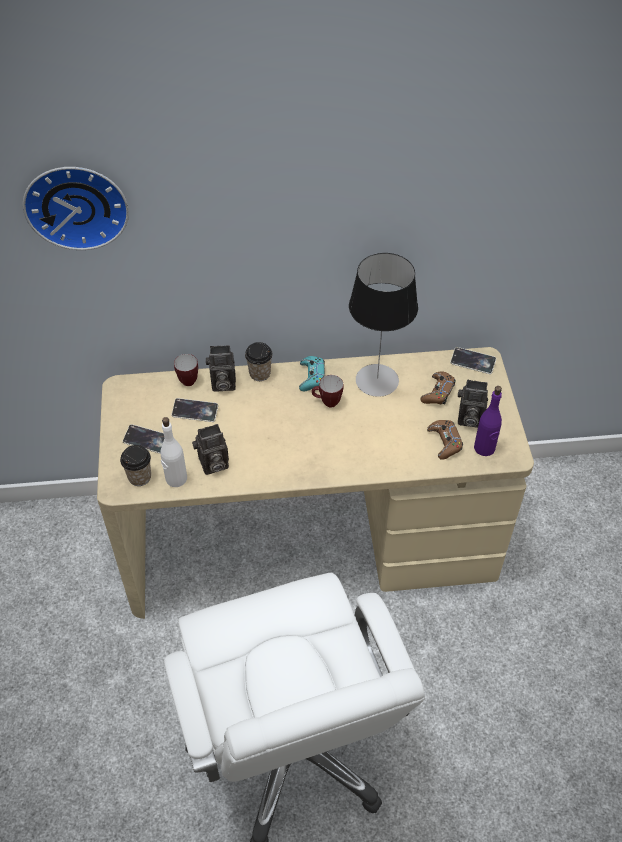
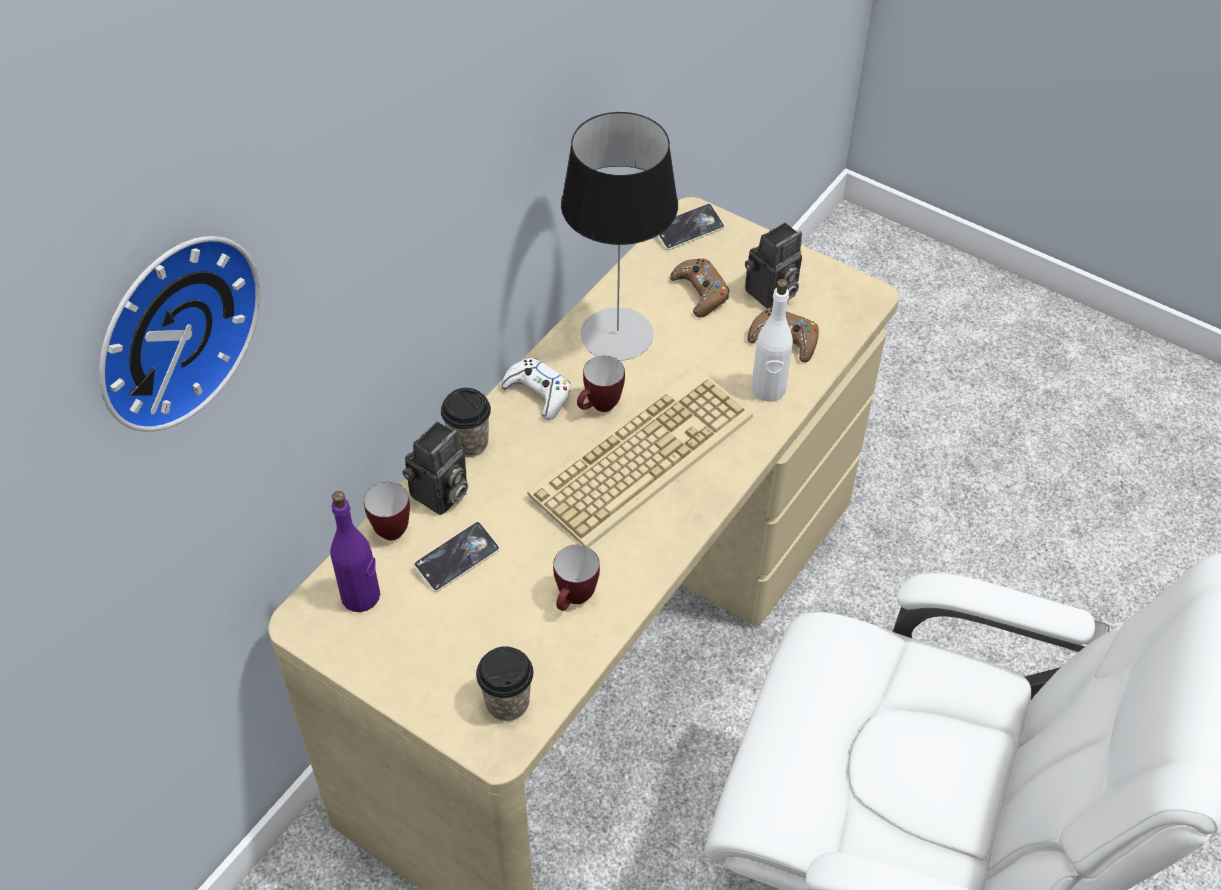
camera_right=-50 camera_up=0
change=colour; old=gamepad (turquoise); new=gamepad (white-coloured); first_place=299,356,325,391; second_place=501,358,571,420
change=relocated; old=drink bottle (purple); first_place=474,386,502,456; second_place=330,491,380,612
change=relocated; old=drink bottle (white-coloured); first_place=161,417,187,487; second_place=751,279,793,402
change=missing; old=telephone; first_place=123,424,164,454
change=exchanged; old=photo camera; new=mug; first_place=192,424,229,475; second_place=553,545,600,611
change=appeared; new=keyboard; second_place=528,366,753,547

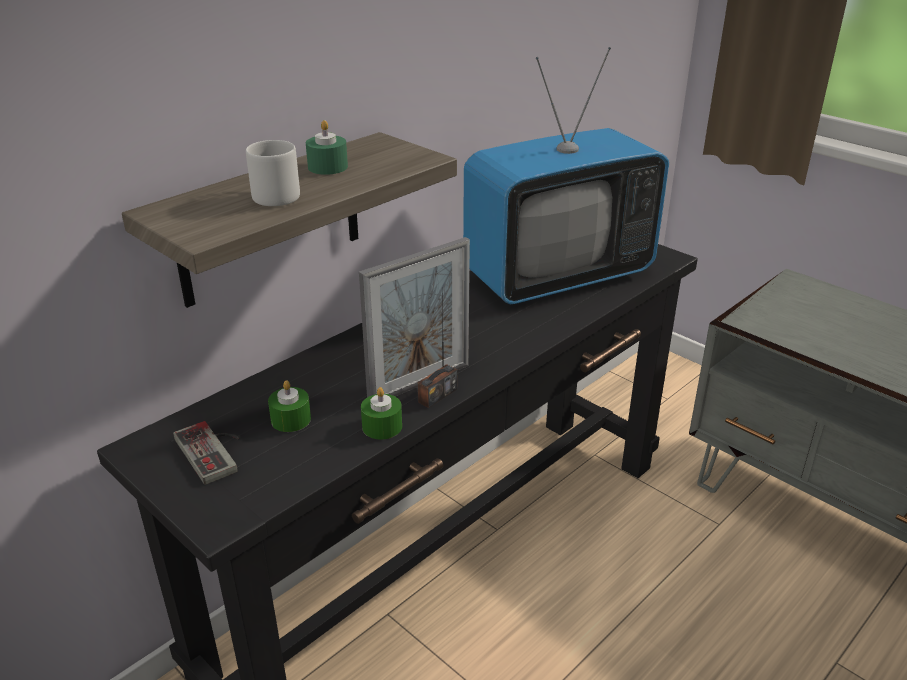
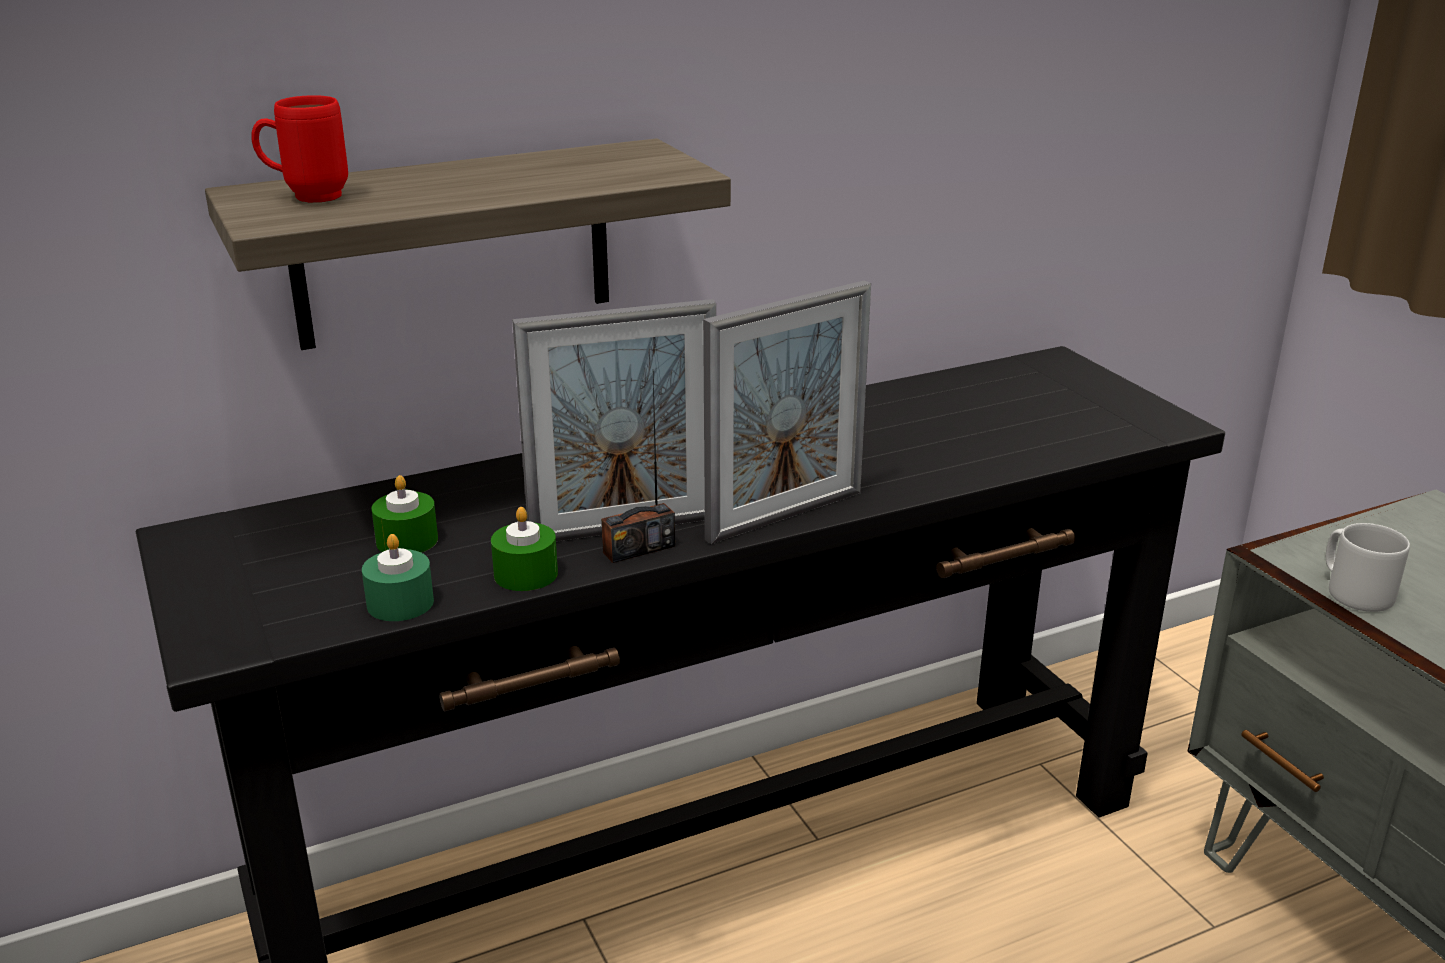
camera_right=20 camera_up=-5
change=missing; old=television; first_place=463,47,669,304
change=relocated; old=wax light (greenish); first_place=306,120,348,175; second_place=362,534,434,621
change=relocated; old=mug (grey); first_place=246,140,300,206; second_place=1326,523,1410,612
change=missing; old=gamepad; first_place=173,421,239,485
change=appeared; new=mug (red); second_place=251,95,348,202
change=appeared; new=photo frame; second_place=703,280,871,545

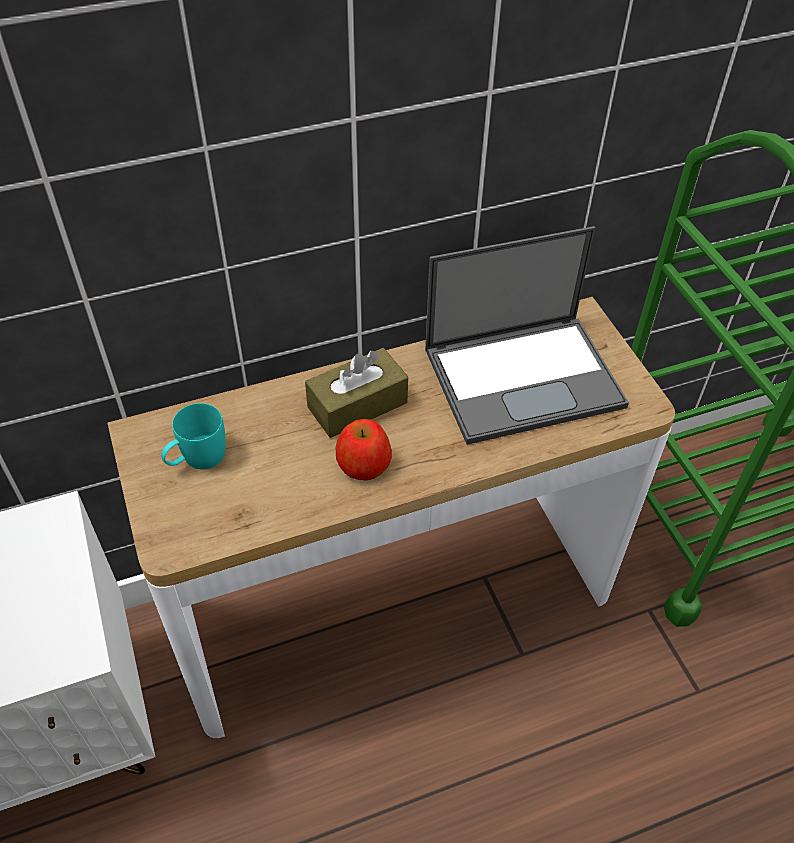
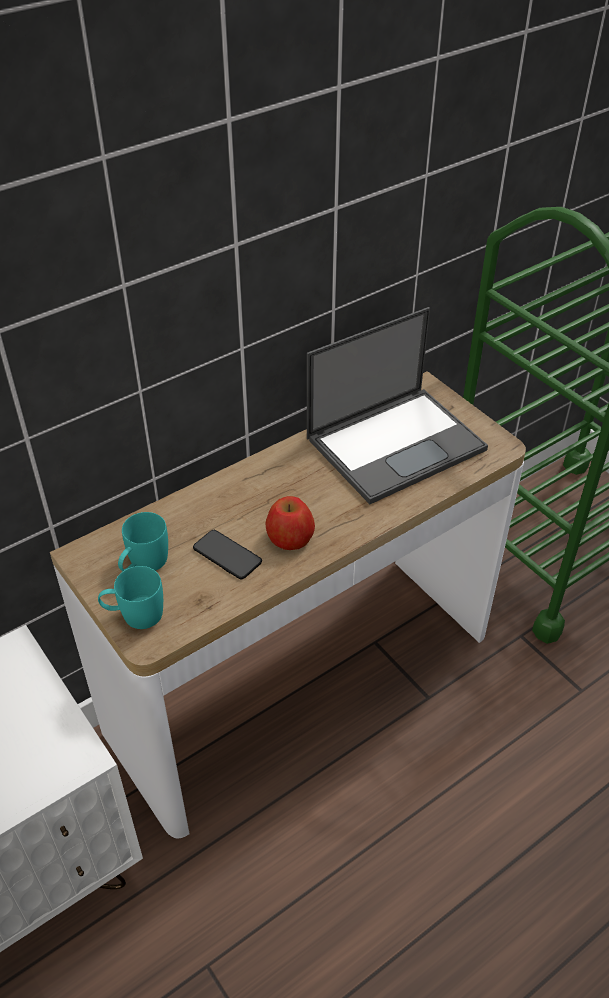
camera_right=-15 camera_up=-5
change=missing; old=tissue box (brown-coloured); first_place=305,348,408,438
change=appeared; new=telephone; second_place=193,530,262,579
change=appeared; new=mug (turquoise); second_place=98,566,163,629

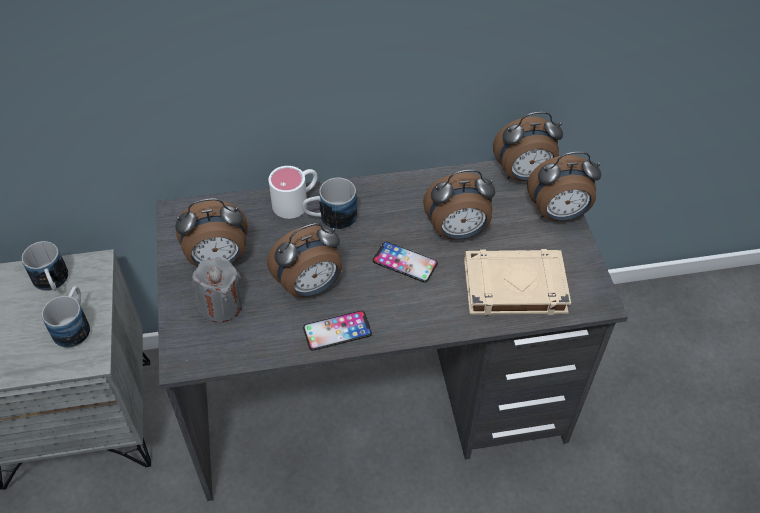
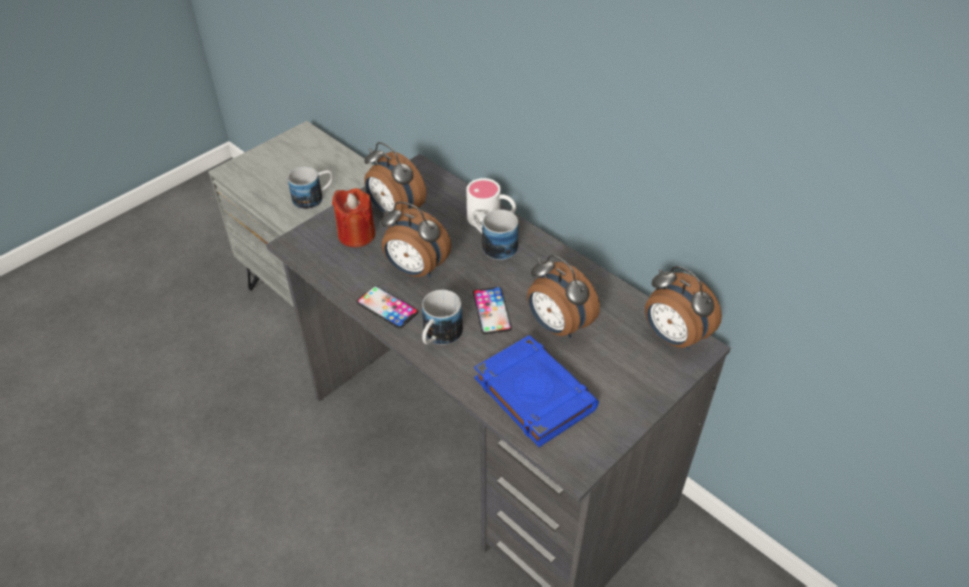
camera_right=55 camera_up=-5
change=missing; old=alarm clock; first_place=527,152,602,221
change=relocated; old=mug; first_place=22,241,68,291; second_place=422,290,463,345
change=colour; old=volume (sand-coloured); new=volume (blue); first_place=464,249,571,316; second_place=474,335,599,447
change=colour; old=wax light (grey); new=wax light (red); first_place=192,257,242,322; second_place=332,188,375,248

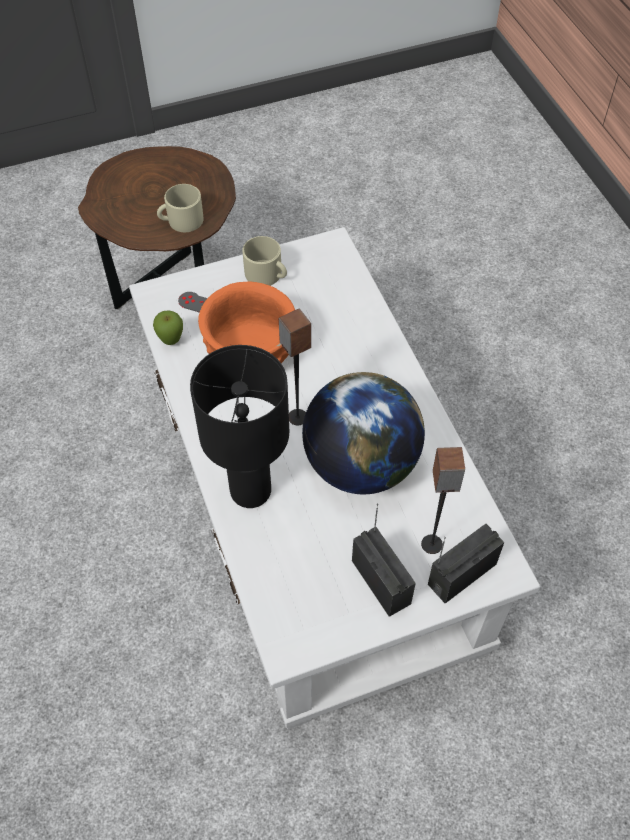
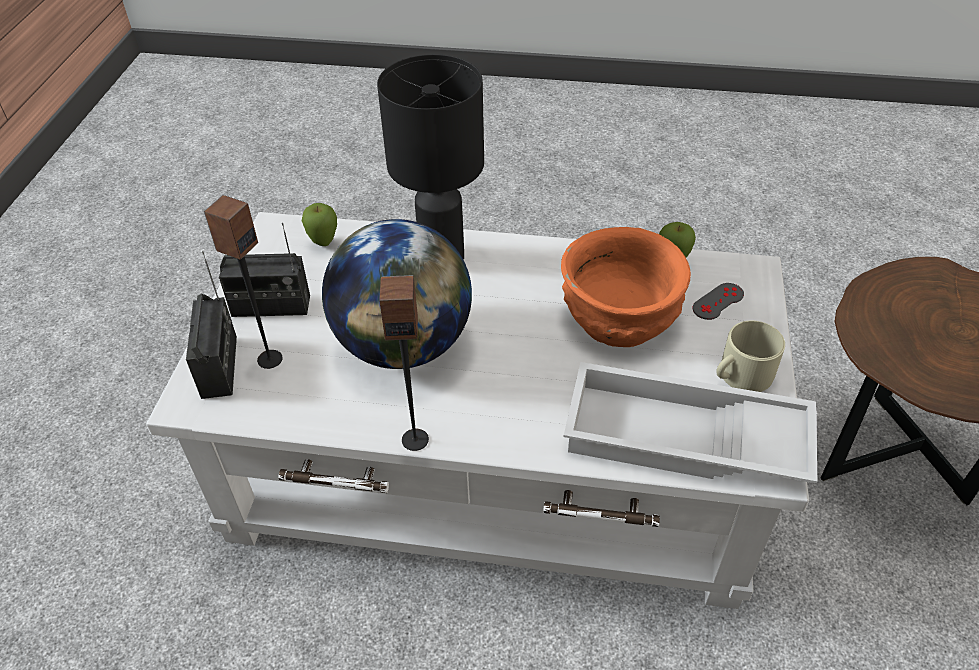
camera_right=120 camera_up=-10
change=missing; old=mug (sand-coloured); first_place=157,184,203,232
change=relocated; old=speaker; first_place=279,308,311,426; second_place=379,275,429,451
change=appeared; new=apple fruit; second_place=302,203,337,246
change=appeared; new=serving tray (white-coloured); second_place=564,362,817,483

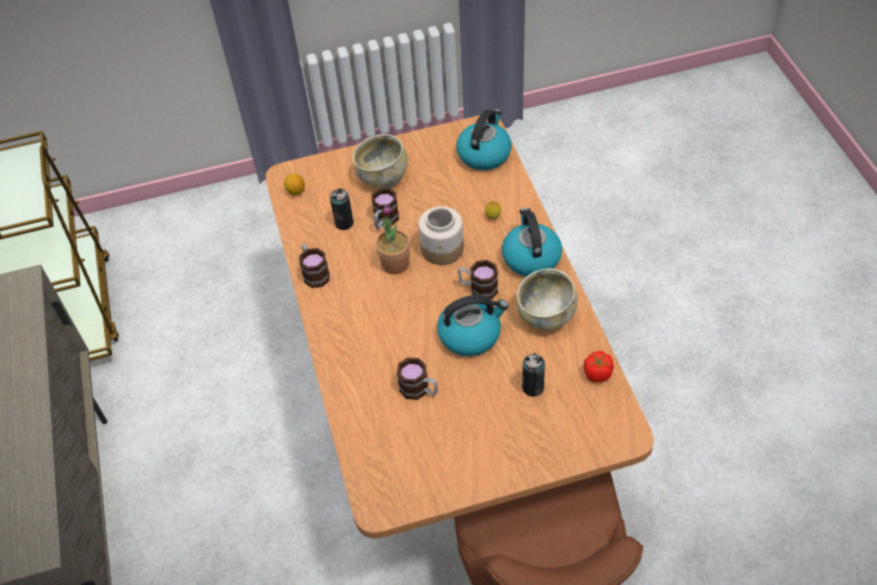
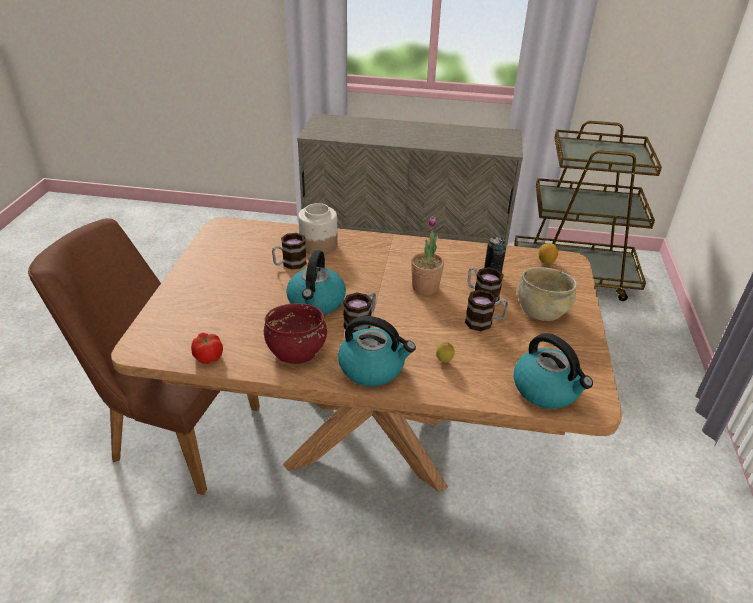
camera_right=110 camera_up=-15
change=relocated; old=preserve jar; first_place=419,206,464,265; second_place=298,203,338,255
change=relocated; old=mug; first_place=299,244,330,288; second_place=465,290,508,331
change=colour; old=deep dish (sand-coloured); new=deep dish (red); first_place=517,268,578,331; second_place=264,303,327,364
change=missing; old=sealed can; first_place=522,353,545,397

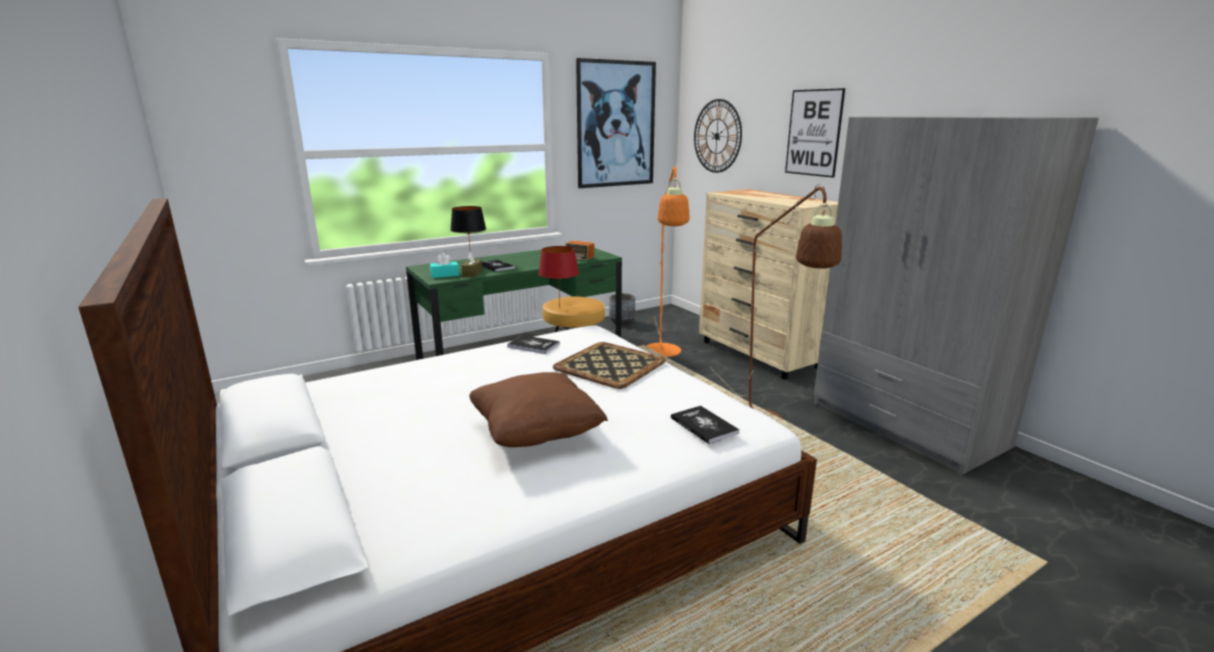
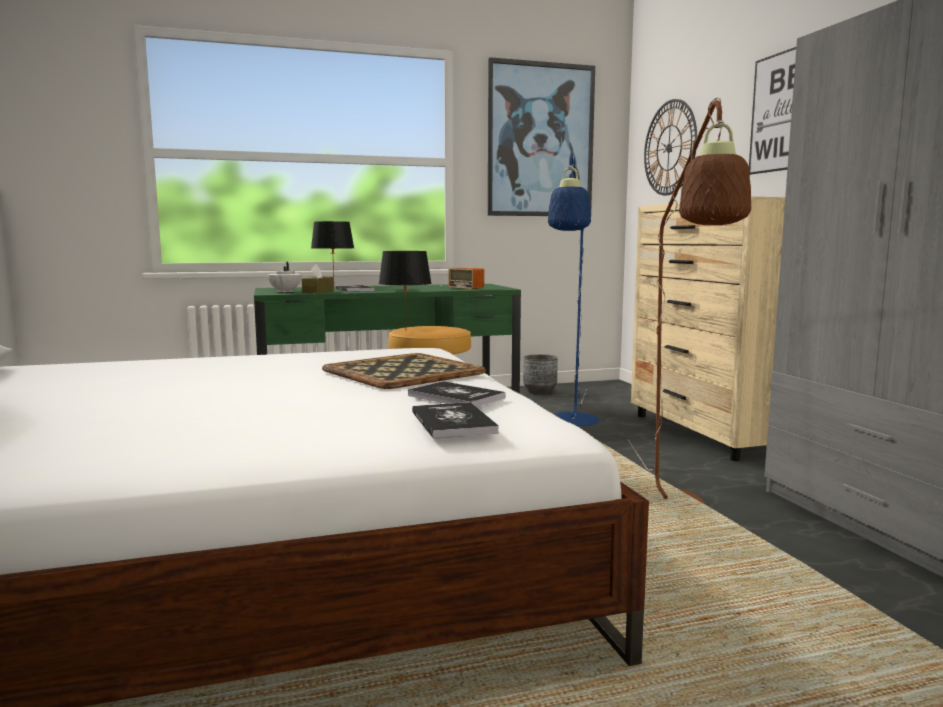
camera_right=15 camera_up=-10
change=colour; old=standing lamp (orange-coloured); new=standing lamp (blue); first_place=646,165,689,357; second_place=548,150,599,426
change=colour; old=tabletop lamp (red); new=tabletop lamp (blackish); first_place=539,246,579,308; second_place=379,251,432,323
change=exchanged; old=tissue box (turquoise); new=pot for tea (white-coloured); first_place=430,253,459,278; second_place=267,262,302,293
change=relocated; old=volume; first_place=507,335,560,354; second_place=408,381,506,407
change=missing; old=pillow (brown-coloured); first_place=469,372,608,447

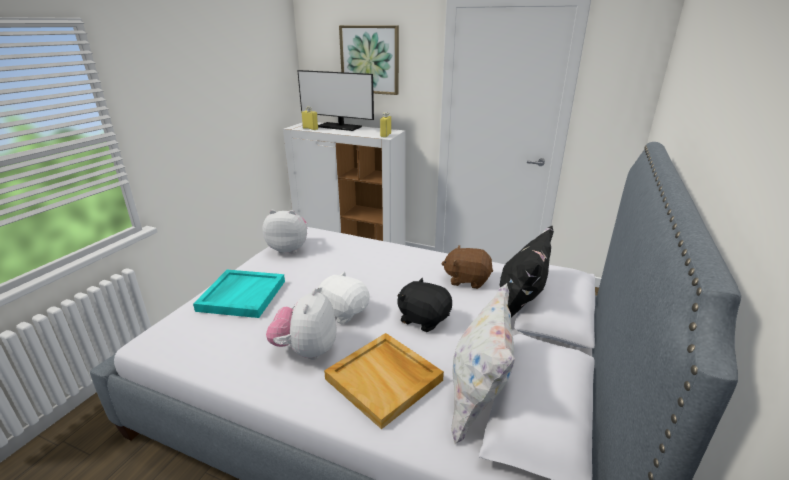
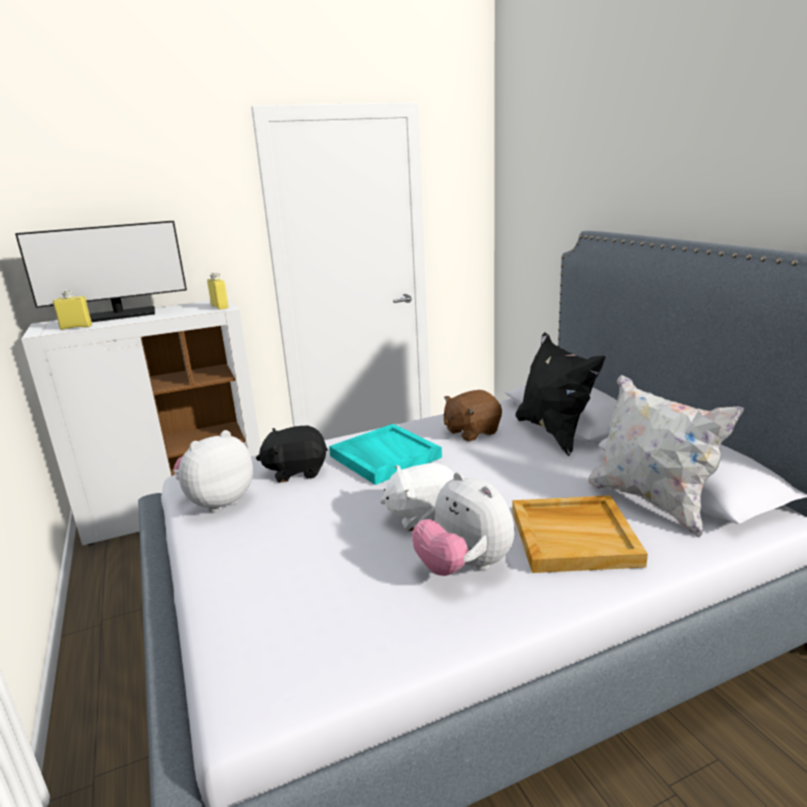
camera_right=-45 camera_up=-5
change=missing; old=wall picture; first_place=339,25,399,95
change=relocated; old=serving tray (turquoise); first_place=193,270,285,318; second_place=329,424,442,485
change=relocated; old=cuddly toy (blackish); first_place=397,278,452,332; second_place=256,425,328,483

